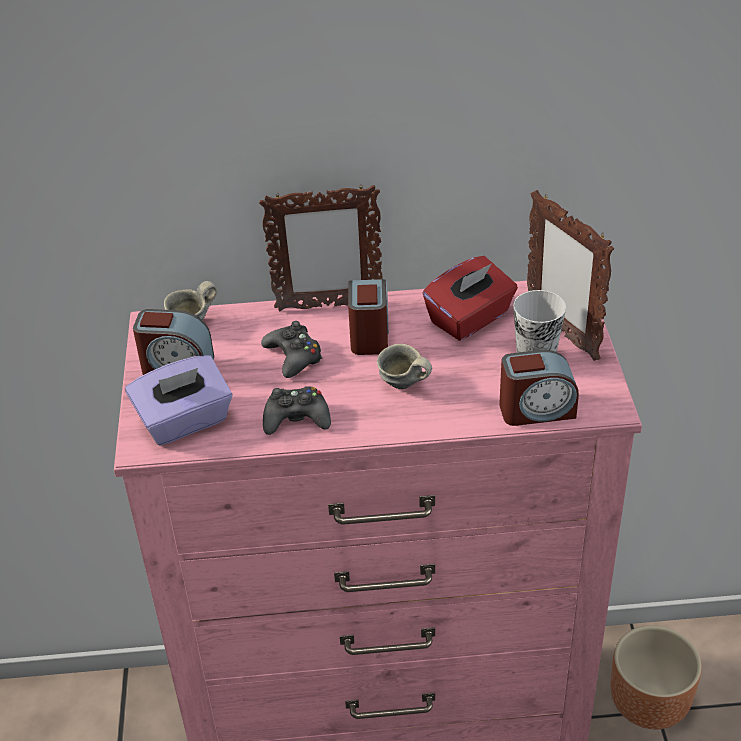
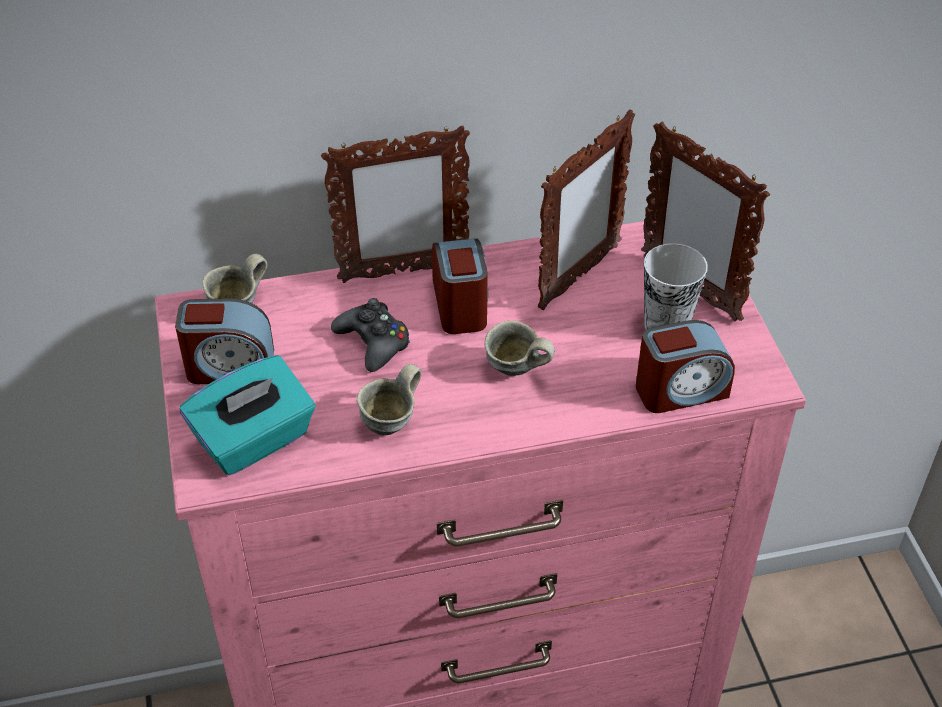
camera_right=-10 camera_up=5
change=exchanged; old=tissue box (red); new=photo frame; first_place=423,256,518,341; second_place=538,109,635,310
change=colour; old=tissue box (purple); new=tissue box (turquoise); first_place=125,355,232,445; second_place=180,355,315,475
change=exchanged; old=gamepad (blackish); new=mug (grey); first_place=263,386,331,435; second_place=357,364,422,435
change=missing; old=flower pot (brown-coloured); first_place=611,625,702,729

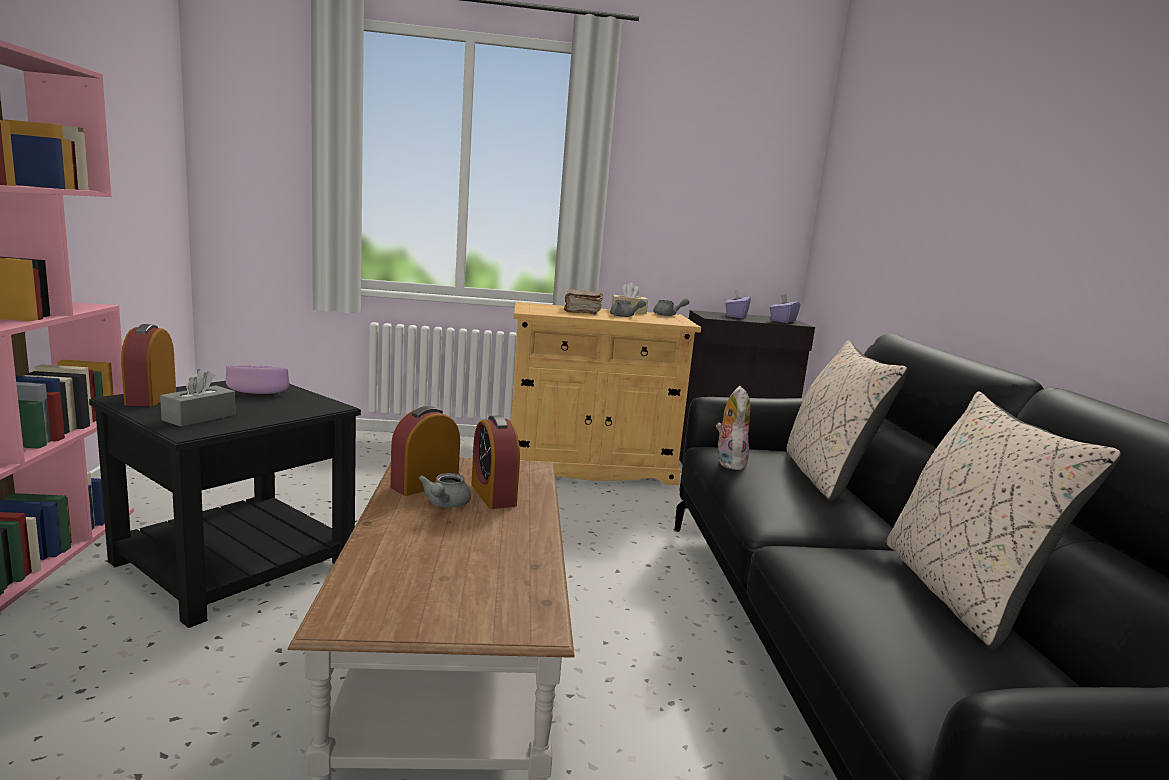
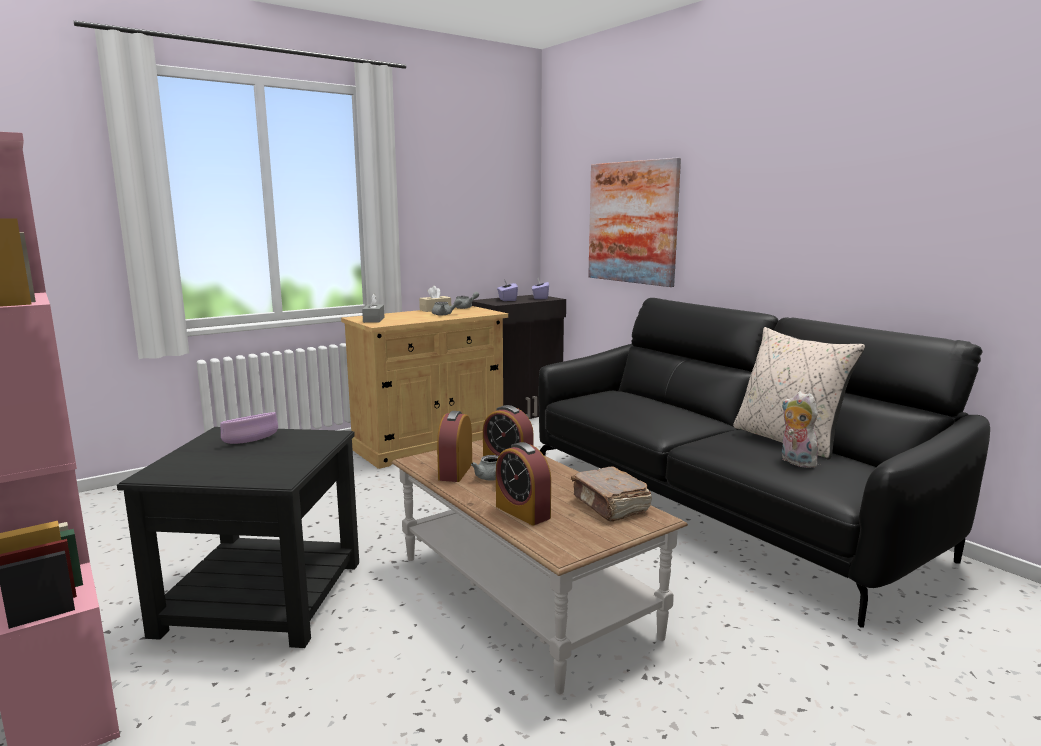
camera_right=-30 camera_up=0
change=relocated; old=volume (brown-coloured); first_place=564,289,603,314; second_place=571,467,652,522
change=relocated; old=alarm clock; first_place=121,324,176,406; second_place=496,442,551,525
change=missing; old=pillow (sand-coloured); first_place=786,341,908,502
change=relocated; old=tissue box (grey); first_place=160,369,236,427; second_place=362,294,384,323
change=relocated; old=cuddly toy; first_place=716,386,750,470; second_place=781,391,818,468
change=appeared; new=wall picture; second_place=588,158,681,287

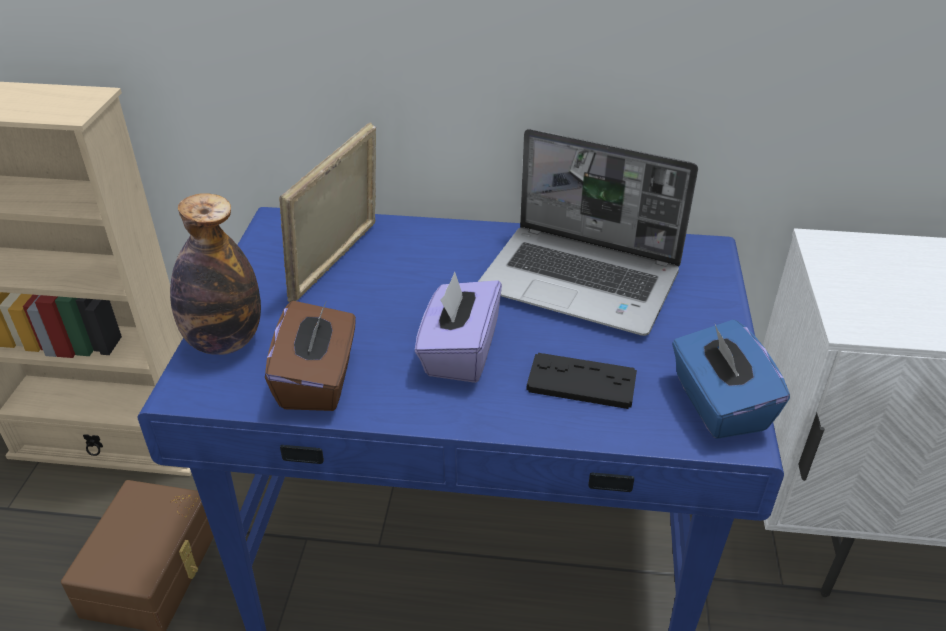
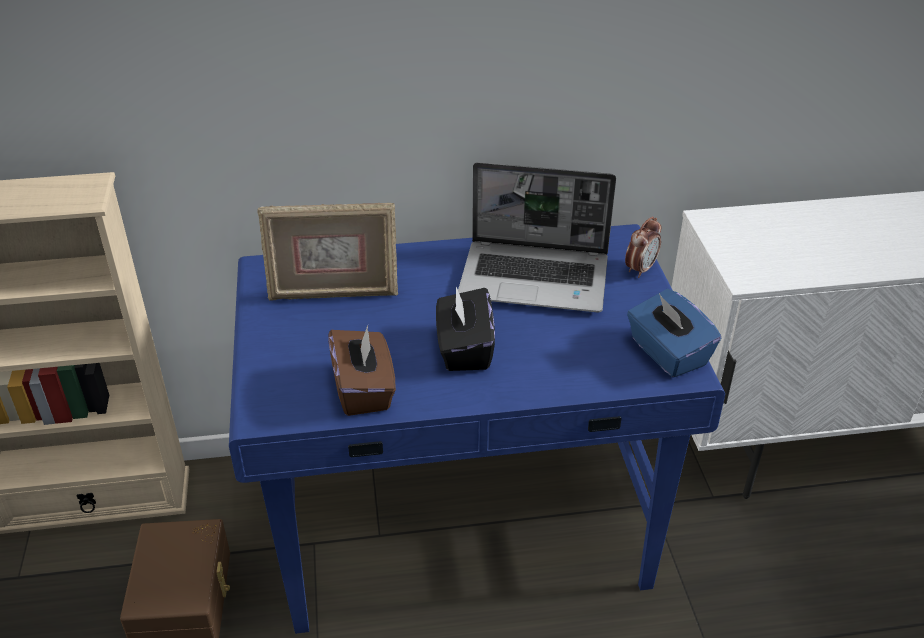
camera_right=-15 camera_up=0
change=spun; old=photo frame; first_place=279,122,376,302; second_place=257,203,398,301; degrees=-105
change=missing; old=drink bottle; first_place=170,193,261,355
change=colour; old=tissue box (purple); new=tissue box (blackish); first_place=415,272,502,383; second_place=436,287,495,371
change=missing; old=gamepad (blackish); first_place=526,353,637,409
change=appeared; new=alarm clock; second_place=625,217,661,278

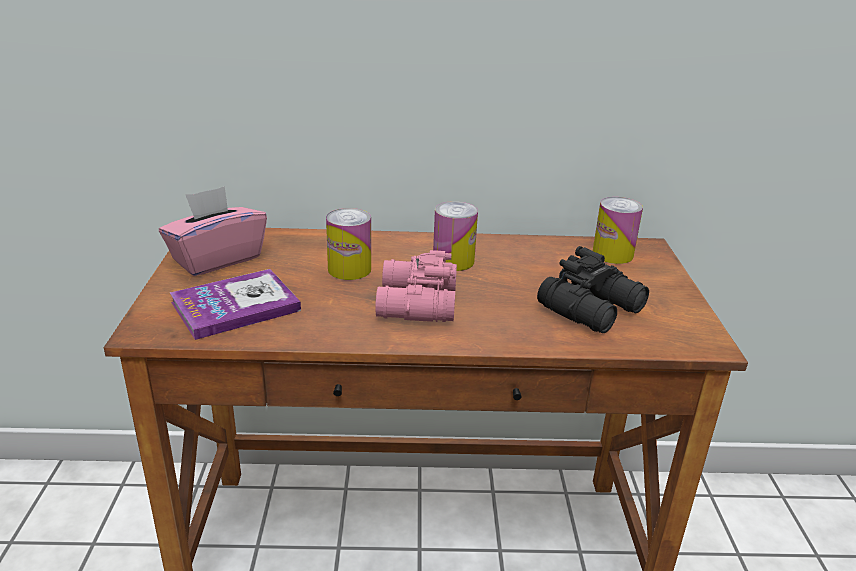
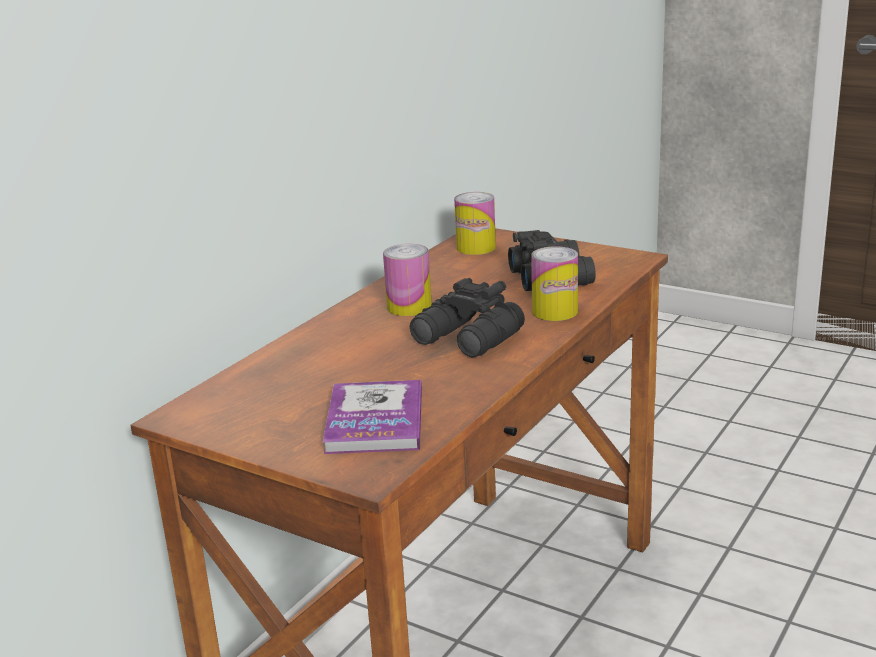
camera_right=-55 camera_up=-5
change=missing; old=tissue box (pink-coloured); first_place=159,186,267,276
change=relocated; old=sealed can; first_place=326,208,371,280; second_place=531,246,578,321
change=colour; old=field glasses (pink-coloured); new=field glasses (blackish); first_place=375,250,457,322; second_place=410,278,525,358

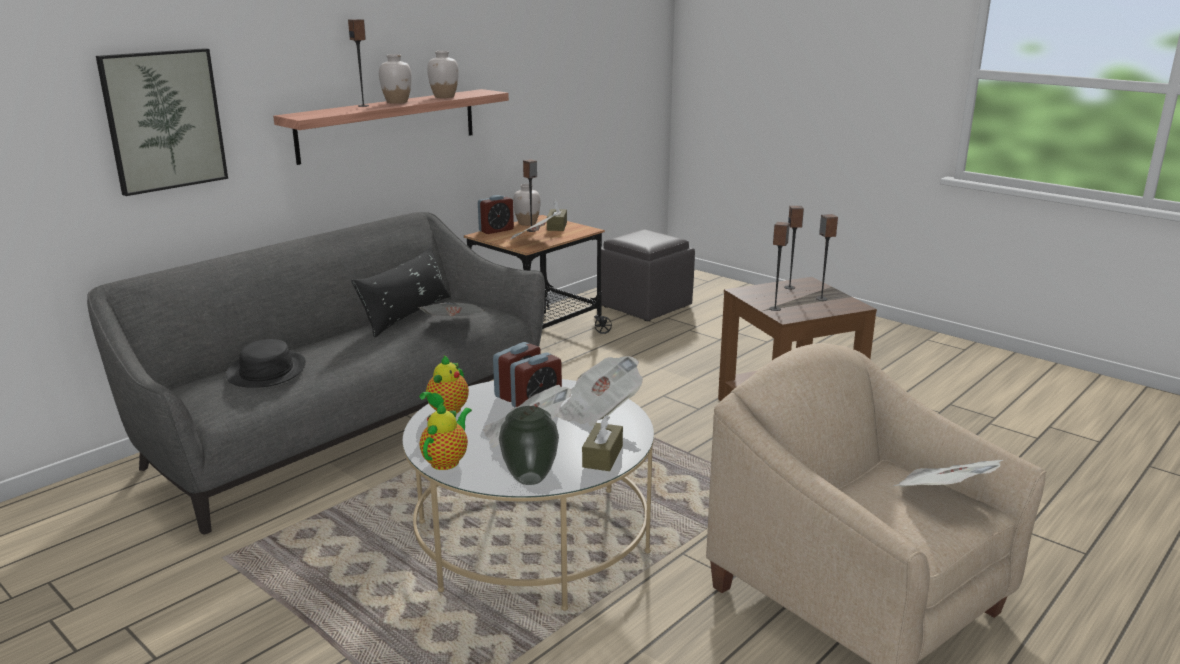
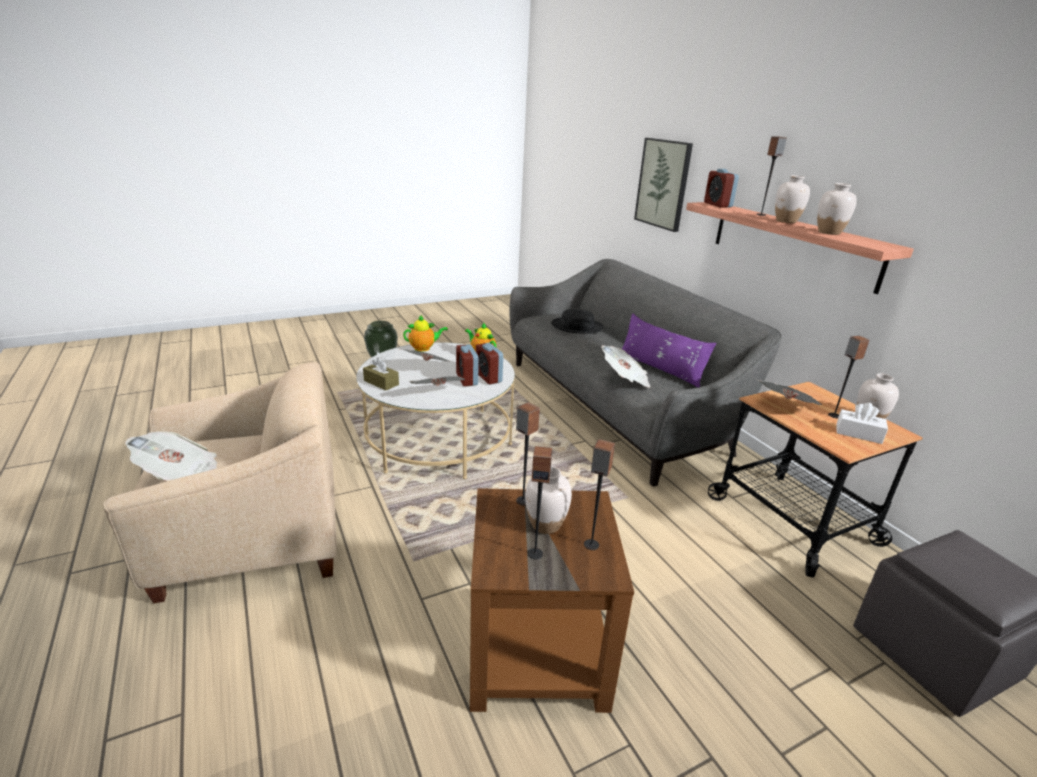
camera_right=110 camera_up=5
change=relocated; old=alarm clock; first_place=478,195,514,234; second_place=704,169,739,207
change=colour; old=tissue box (brown-coloured); new=tissue box (white-coloured); first_place=547,200,567,231; second_place=836,403,888,444
change=colour; old=pillow (blackish); new=pillow (purple); first_place=351,246,450,337; second_place=622,313,716,388
change=spun; old=pot for tea; first_place=420,403,472,470; second_place=403,315,448,352; degrees=-60
change=appeared; new=flower vase (white-coloured); second_place=525,466,572,534

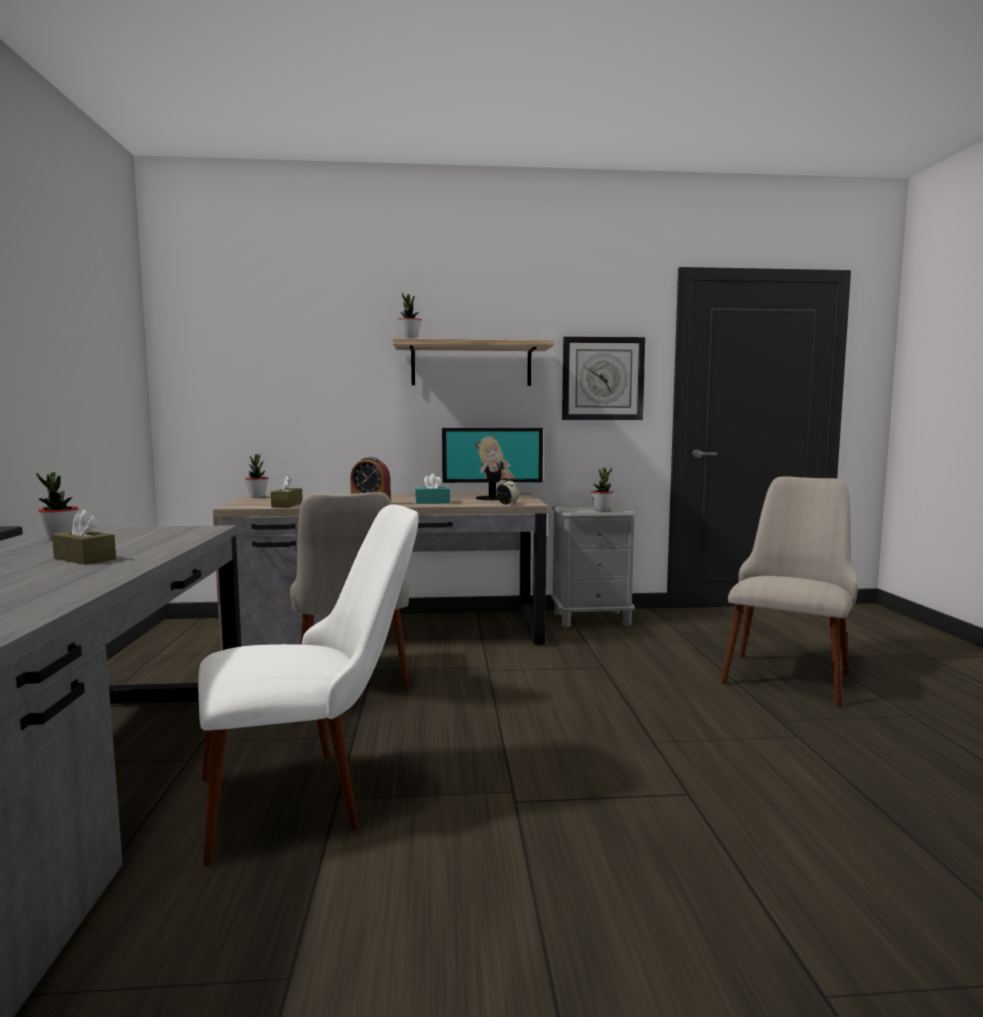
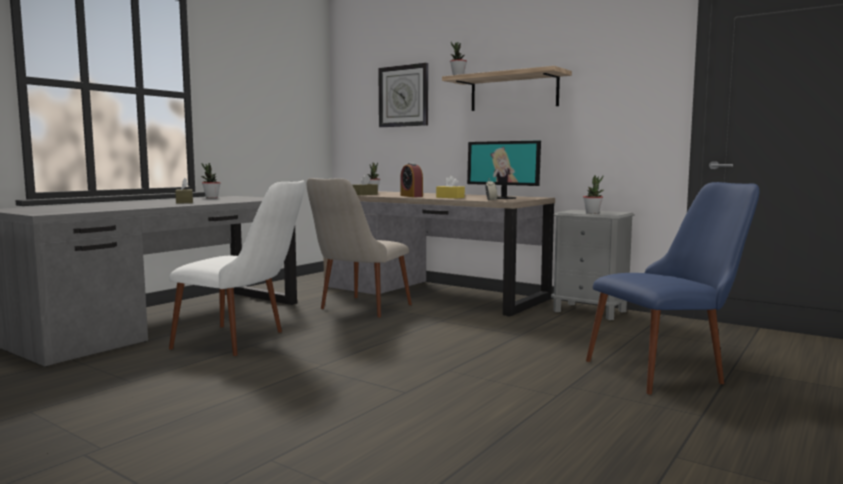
camera_right=40 camera_up=0
change=relocated; old=hanging clock; first_place=562,336,645,420; second_place=378,63,428,127
change=colour; old=tissue box (turquoise); new=tissue box (yellow); first_place=415,473,450,504; second_place=436,176,465,198
change=colour; old=plain chair (sand-coloured); new=plain chair (blue); first_place=721,476,858,707; second_place=586,182,760,395

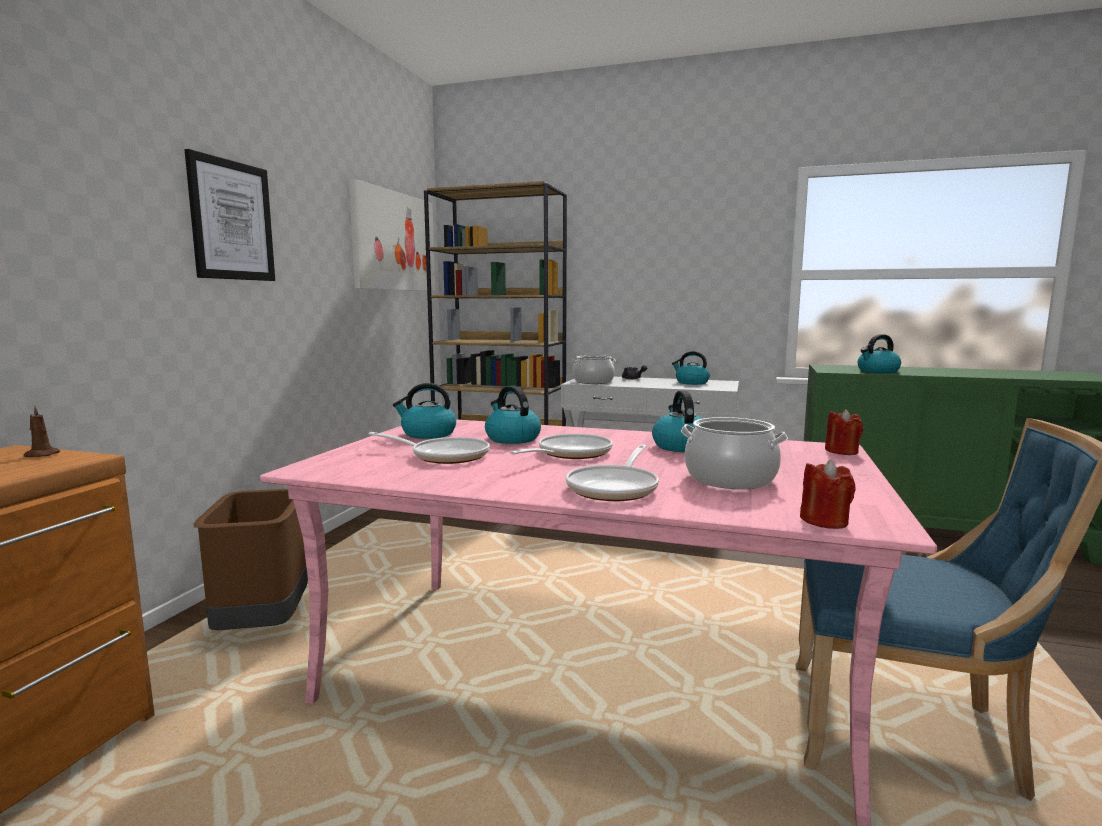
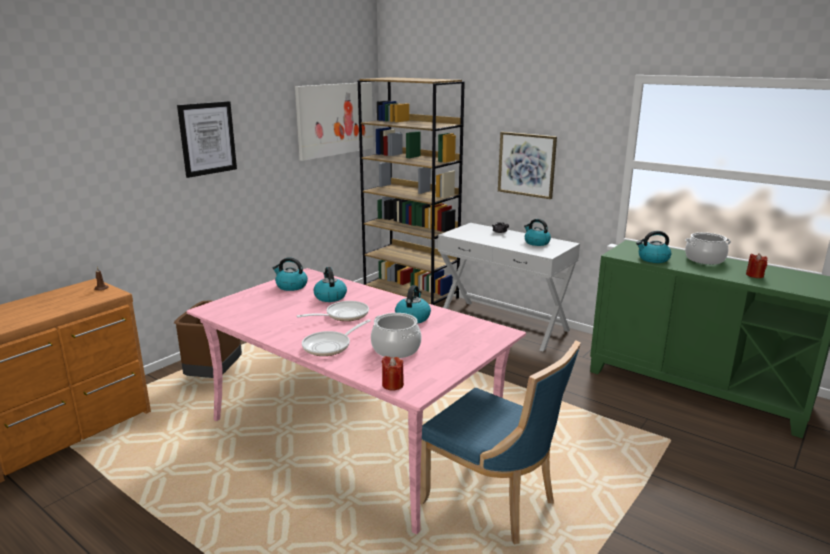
camera_right=20 camera_up=10
change=relocated; old=stockpot; first_place=572,355,616,384; second_place=685,232,731,264
change=relocated; old=wax light (red); first_place=825,409,863,455; second_place=746,253,767,278
change=missing; old=skillet; first_place=369,432,490,464
change=appeared; new=wall picture; second_place=498,132,557,199

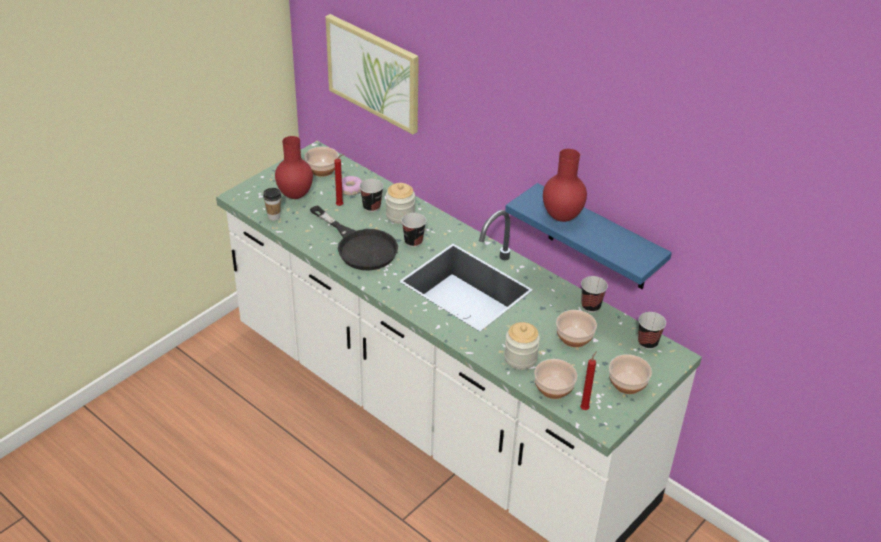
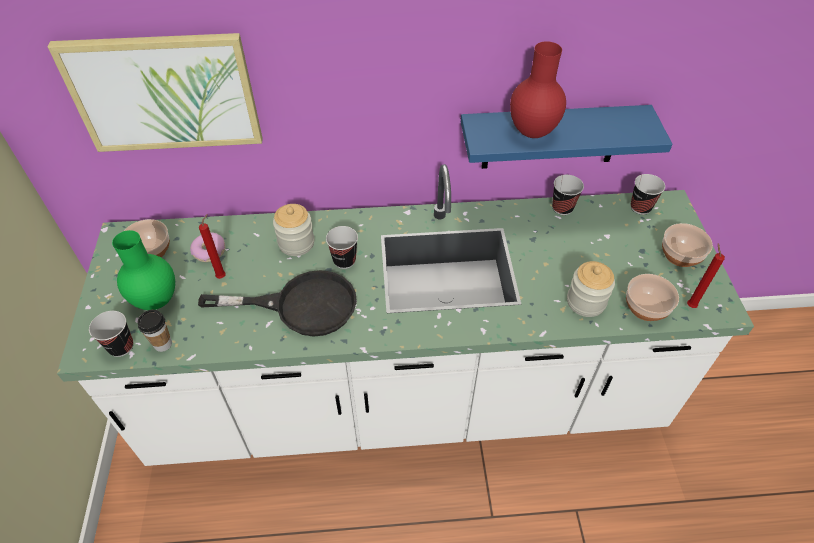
camera_right=-45 camera_up=10
change=colour; old=flower vase (red); new=flower vase (greenish); first_place=275,136,313,199; second_place=112,230,175,310
change=relocated; old=small cup; first_place=359,179,383,212; second_place=89,311,133,357
change=missing; old=deep dish; first_place=556,310,597,347

